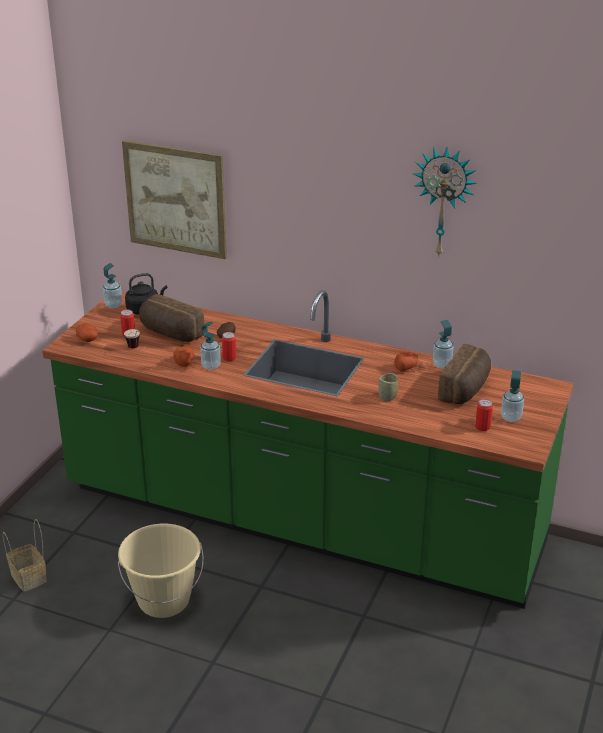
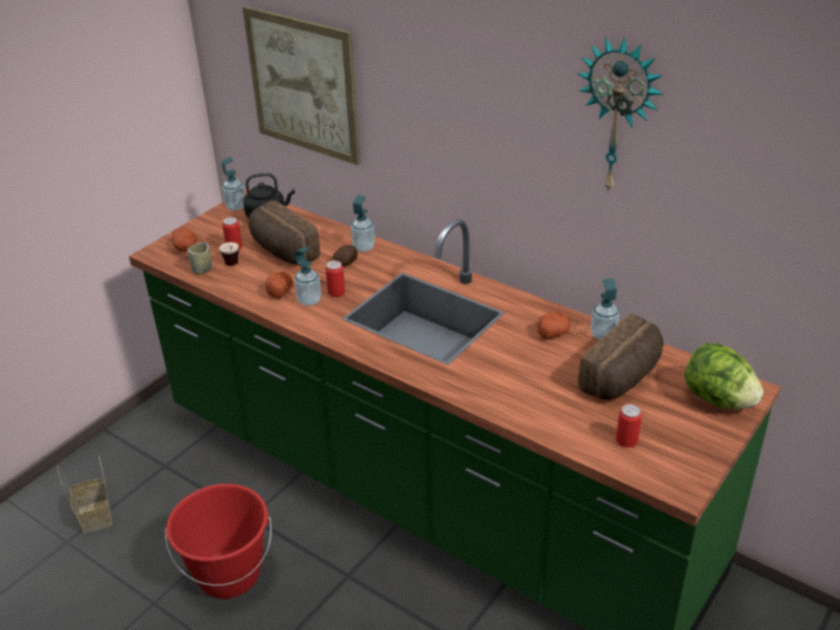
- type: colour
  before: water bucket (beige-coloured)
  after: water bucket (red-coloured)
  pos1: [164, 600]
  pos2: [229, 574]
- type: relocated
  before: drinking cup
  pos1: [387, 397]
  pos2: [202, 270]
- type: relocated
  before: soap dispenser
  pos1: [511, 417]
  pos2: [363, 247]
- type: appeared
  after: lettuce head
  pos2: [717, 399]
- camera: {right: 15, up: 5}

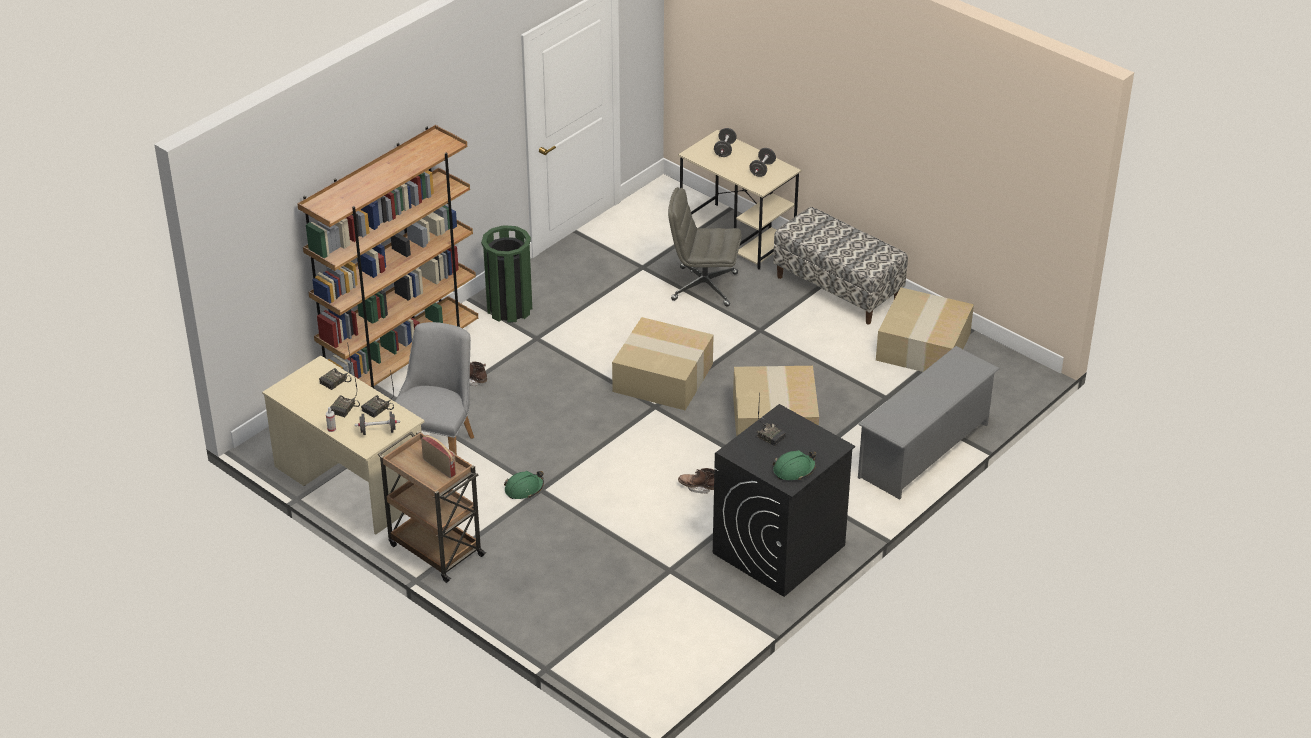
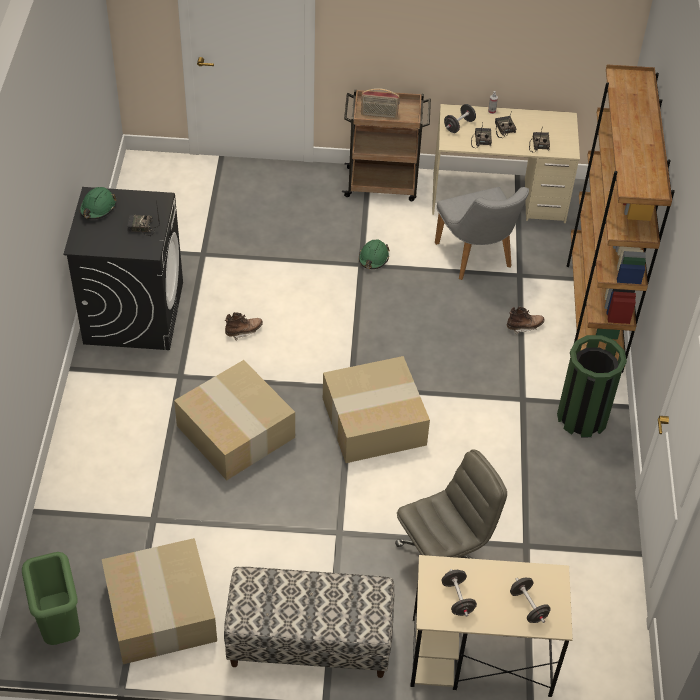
- type: missing
  before: shoe rack (greyish)
  pos1: [924, 450]
- type: appeared
  after: rubbish bin (green-coloured)
  pos2: [59, 627]
- camera: {right: 140, up: 10}

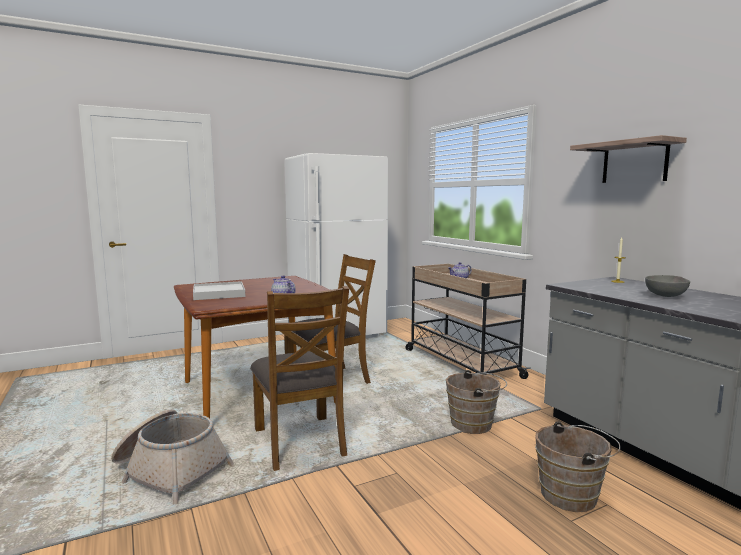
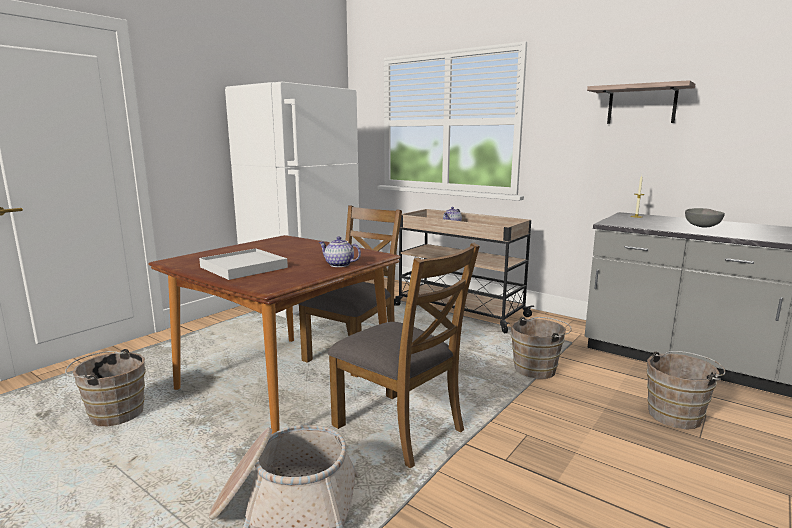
- type: appeared
  after: water bucket (brownish)
  pos2: [113, 413]
- camera: {right: -25, up: 5}

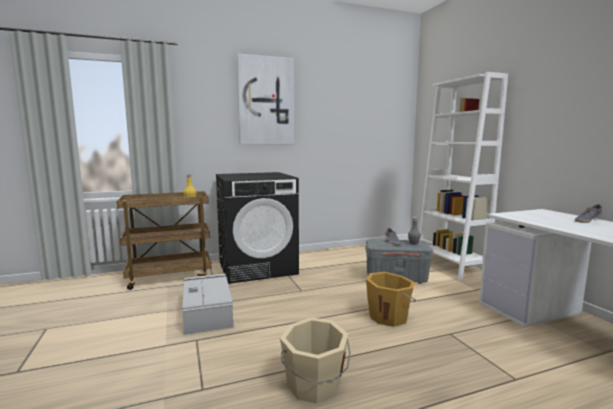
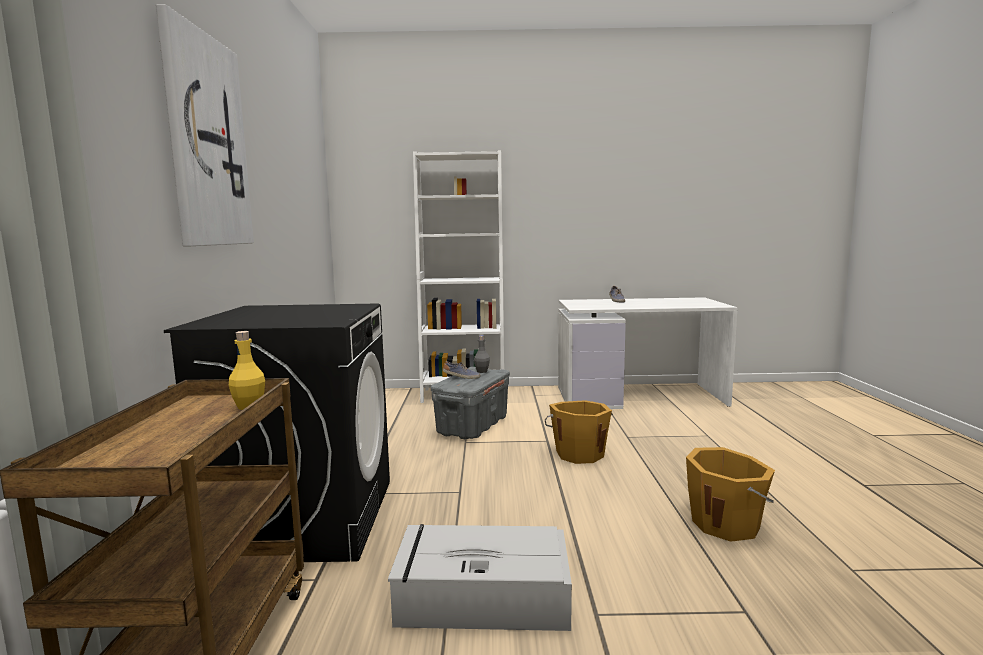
- type: colour
  before: water bucket (beige-coloured)
  after: water bucket (orange)
  pos1: [314, 385]
  pos2: [726, 524]
- camera: {right: -70, up: 0}

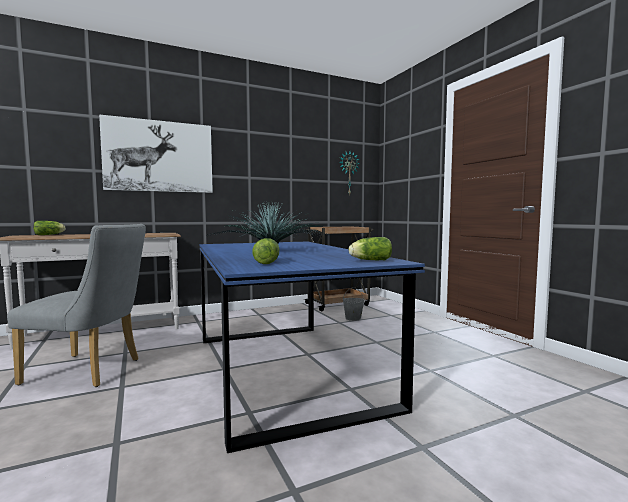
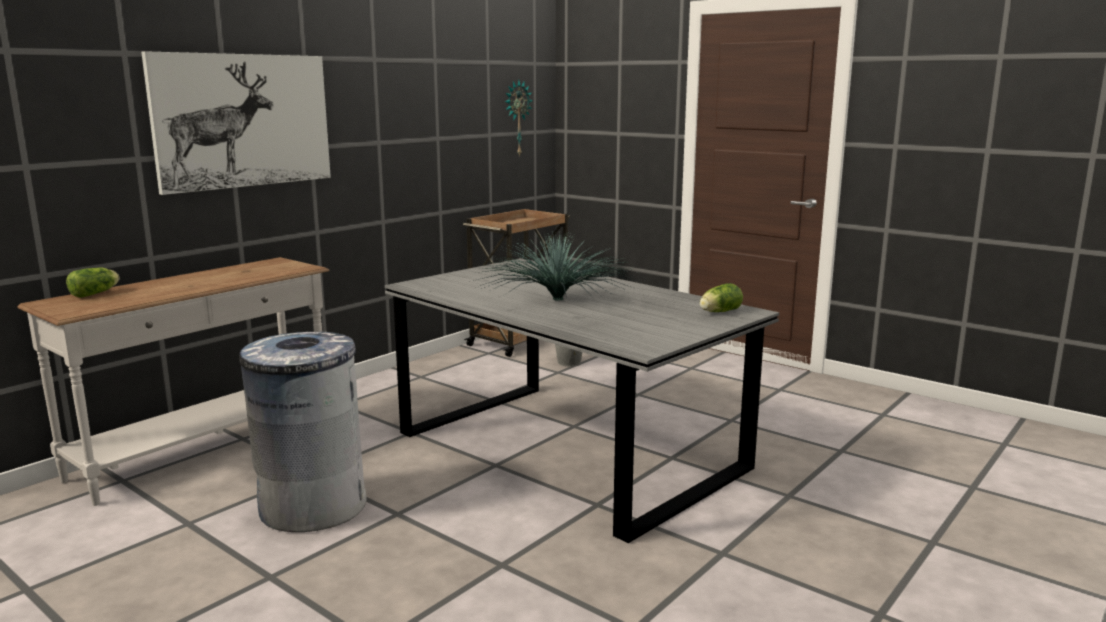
- type: exchanged
  before: chair (greyish)
  after: rubbish bin (greyish)
  pos1: [90, 371]
  pos2: [312, 506]
- type: colour
  before: dining table (blue-coloured)
  after: dining table (greyish)
  pos1: [282, 368]
  pos2: [567, 450]
- type: missing
  before: lettuce head
  pos1: [267, 262]
- camera: {right: -25, up: 10}

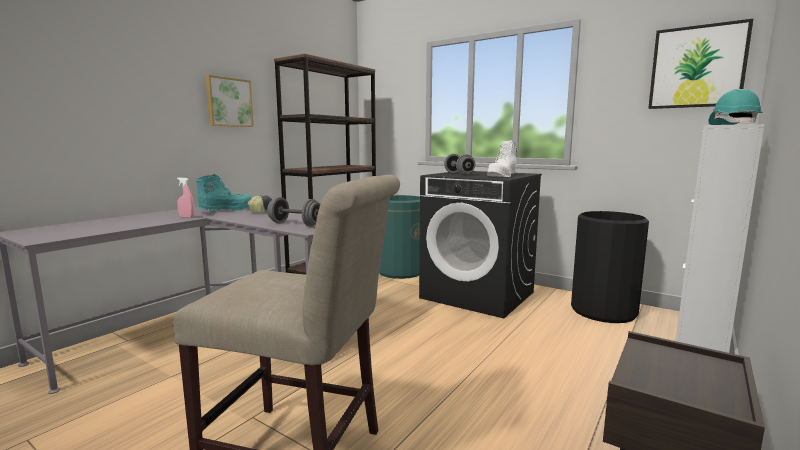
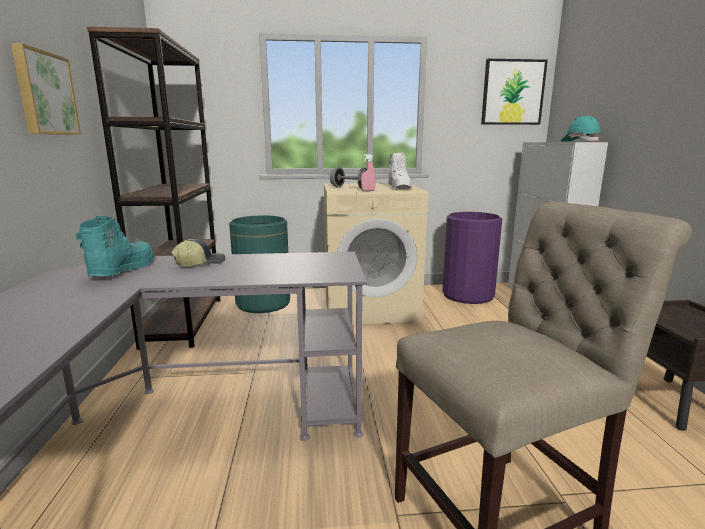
- type: relocated
  before: spray bottle (pink-coloured)
  pos1: [186, 217]
  pos2: [368, 191]
- type: missing
  before: dumbbell (greyish)
  pos1: [295, 224]
- type: colour
  before: washing machine (blackish)
  after: washing machine (beige-coloured)
  pos1: [478, 295]
  pos2: [370, 307]
- type: colour
  before: rubbish bin (blackish)
  after: rubbish bin (purple-coloured)
  pos1: [603, 311]
  pos2: [468, 295]
- camera: {right: -40, up: 5}

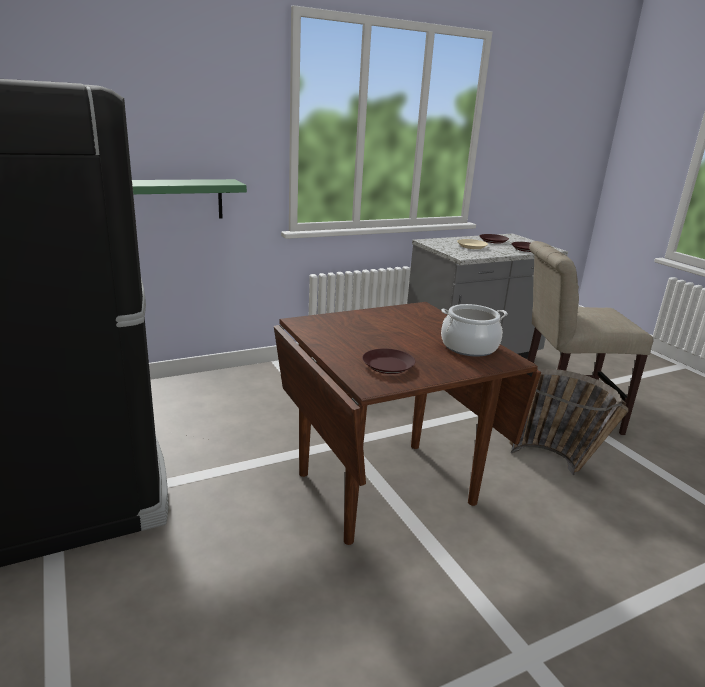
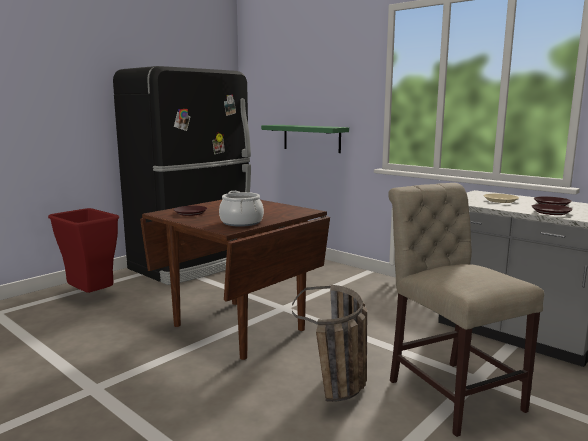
- type: appeared
  after: rubbish bin (red-coloured)
  pos2: [92, 297]
- camera: {right: 70, up: -10}

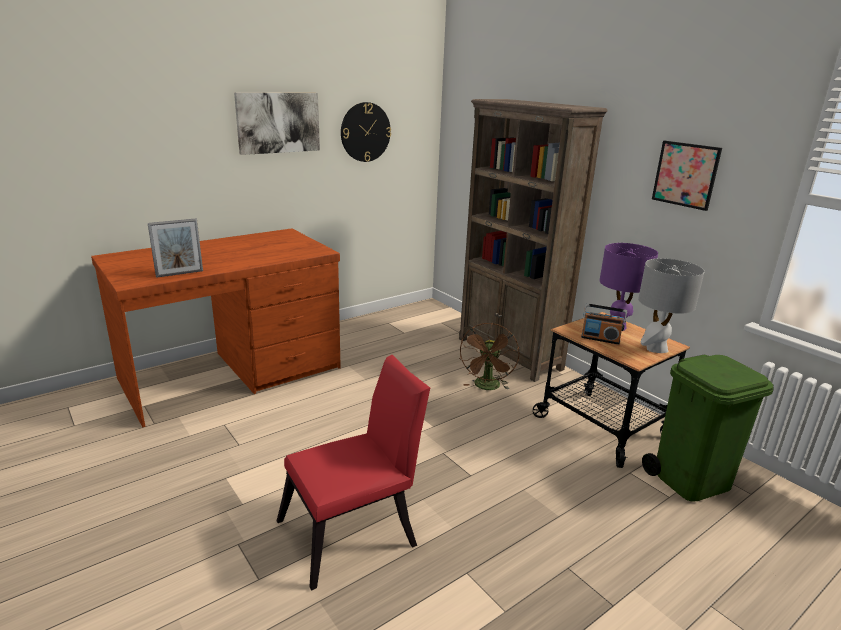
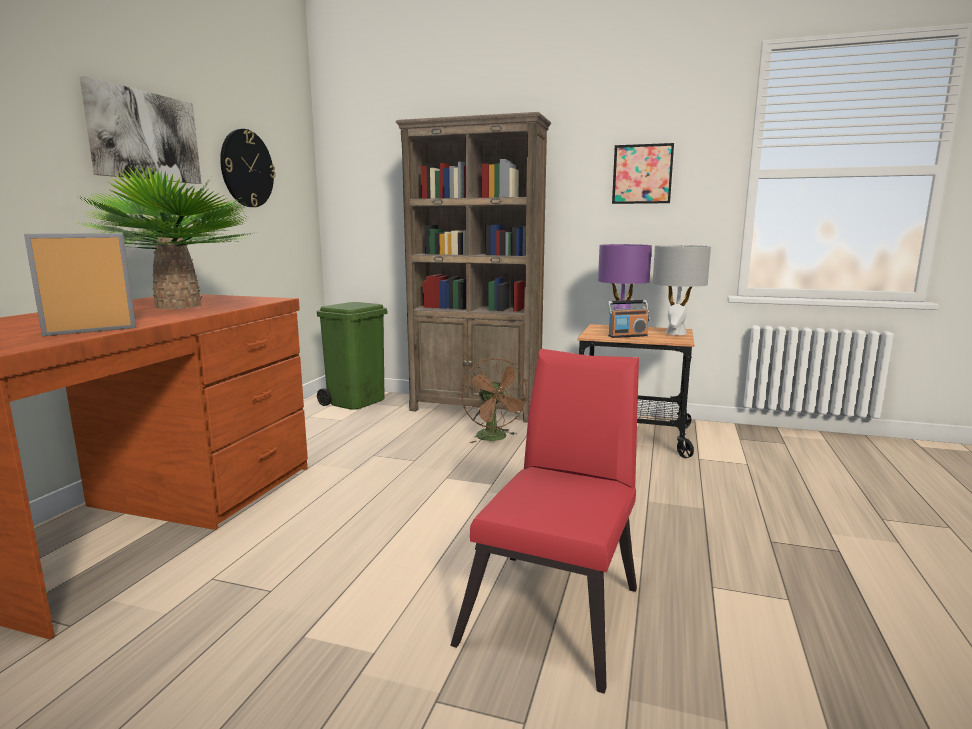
- type: spun
  before: photo frame
  pos1: [179, 274]
  pos2: [90, 331]
  turn: -150
- type: relocated
  before: rubbish bin (green-coloured)
  pos1: [691, 480]
  pos2: [356, 401]
- type: appeared
  after: plant in a pot
  pos2: [178, 306]
- camera: {right: -35, up: -10}

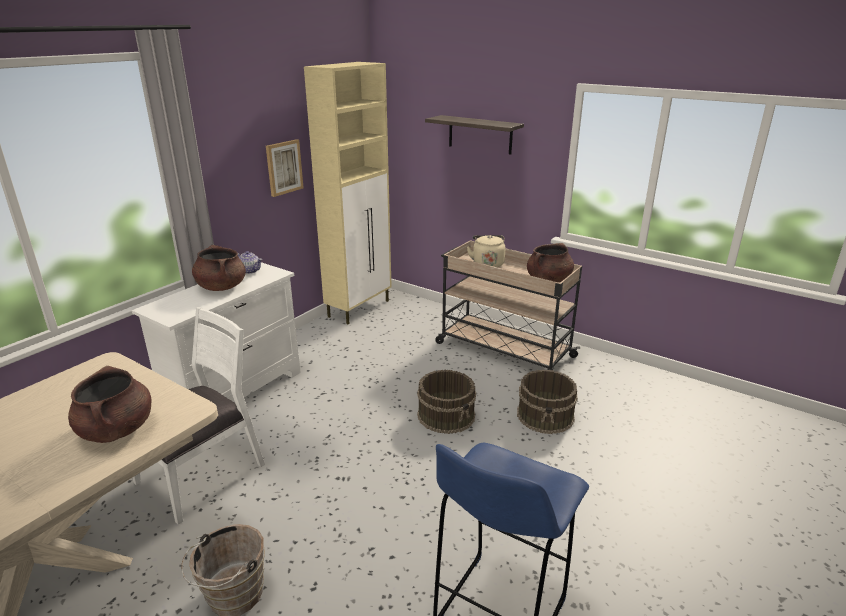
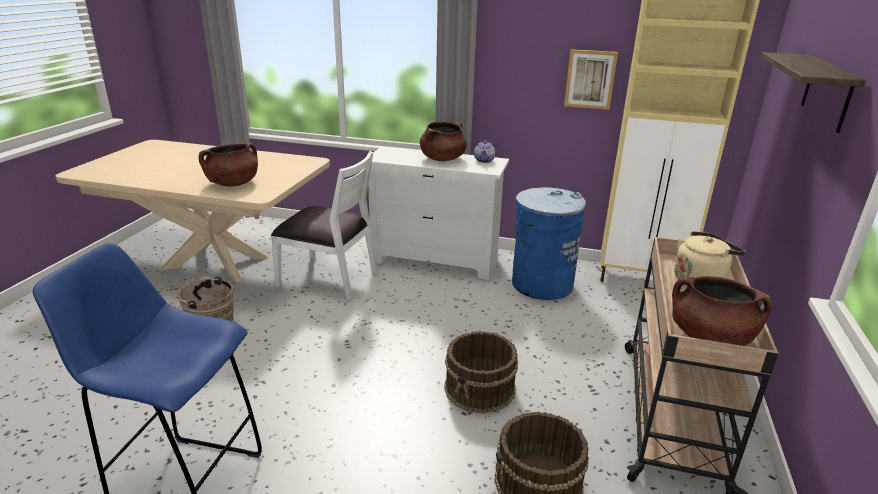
- type: appeared
  after: rubbish bin (blue-coloured)
  pos2: [541, 284]
- camera: {right: 70, up: 0}

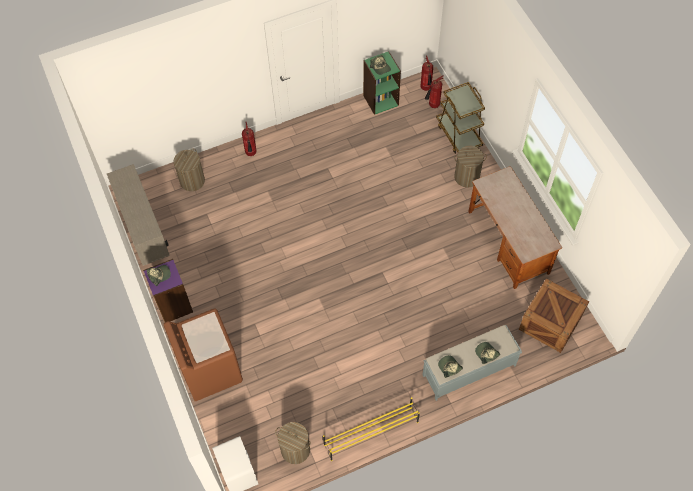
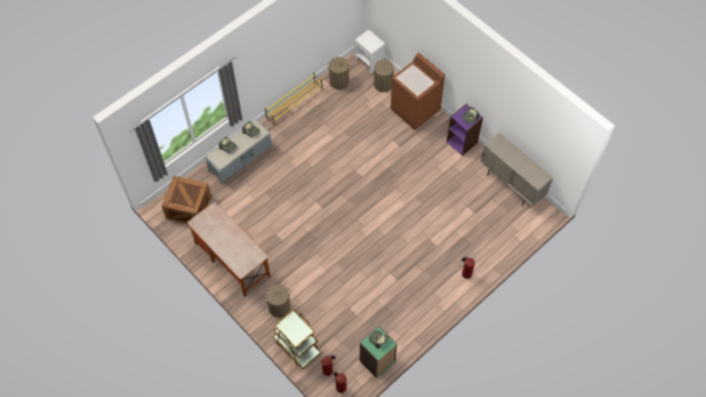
- type: relocated
  before: laundry basket
  pos1: [192, 181]
  pos2: [383, 84]
- camera: {right: 160, up: 0}

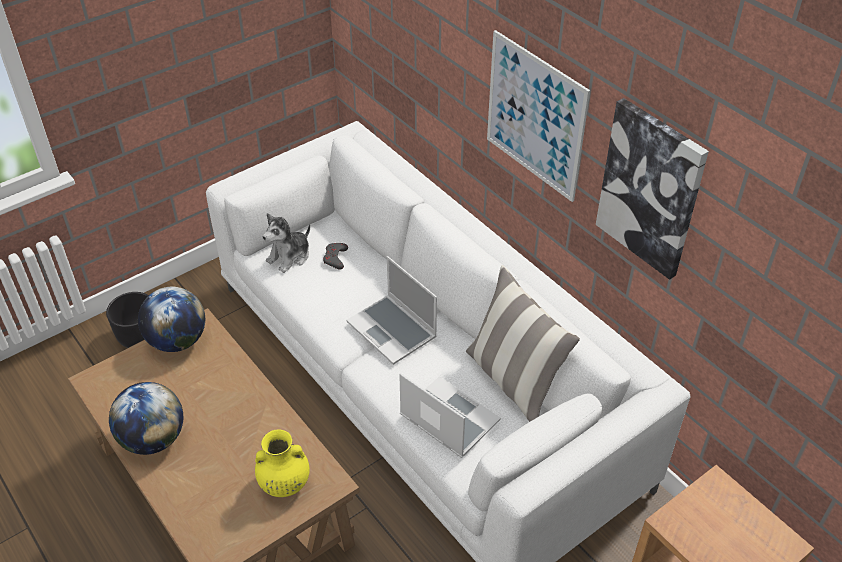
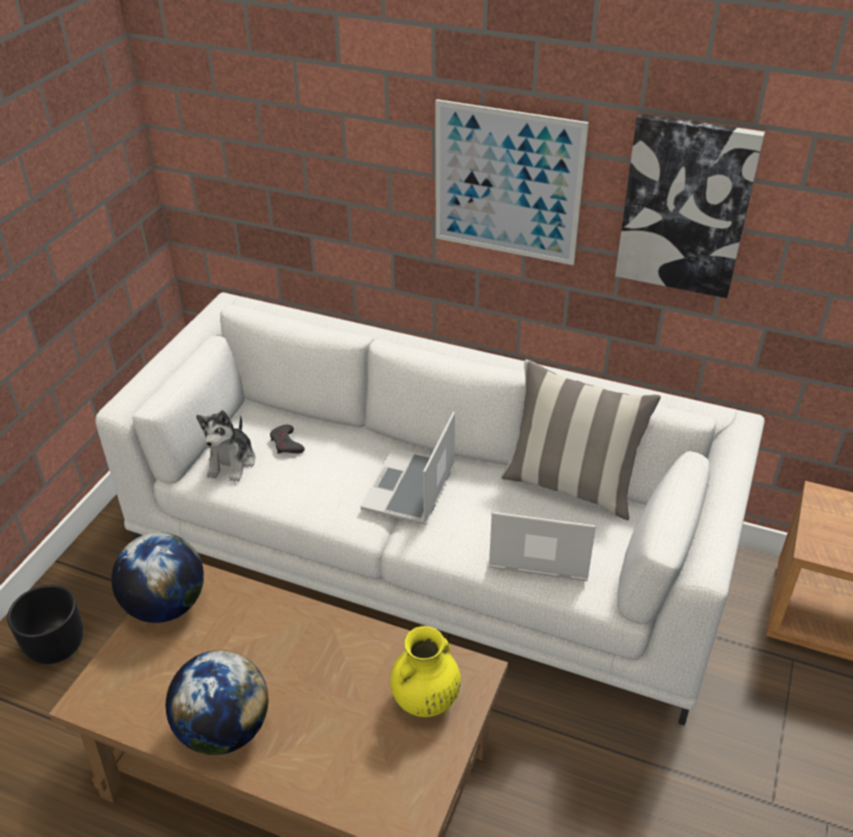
- type: spun
  before: laptop
  pos1: [393, 330]
  pos2: [410, 489]
  turn: 90
- camera: {right: -30, up: -5}

